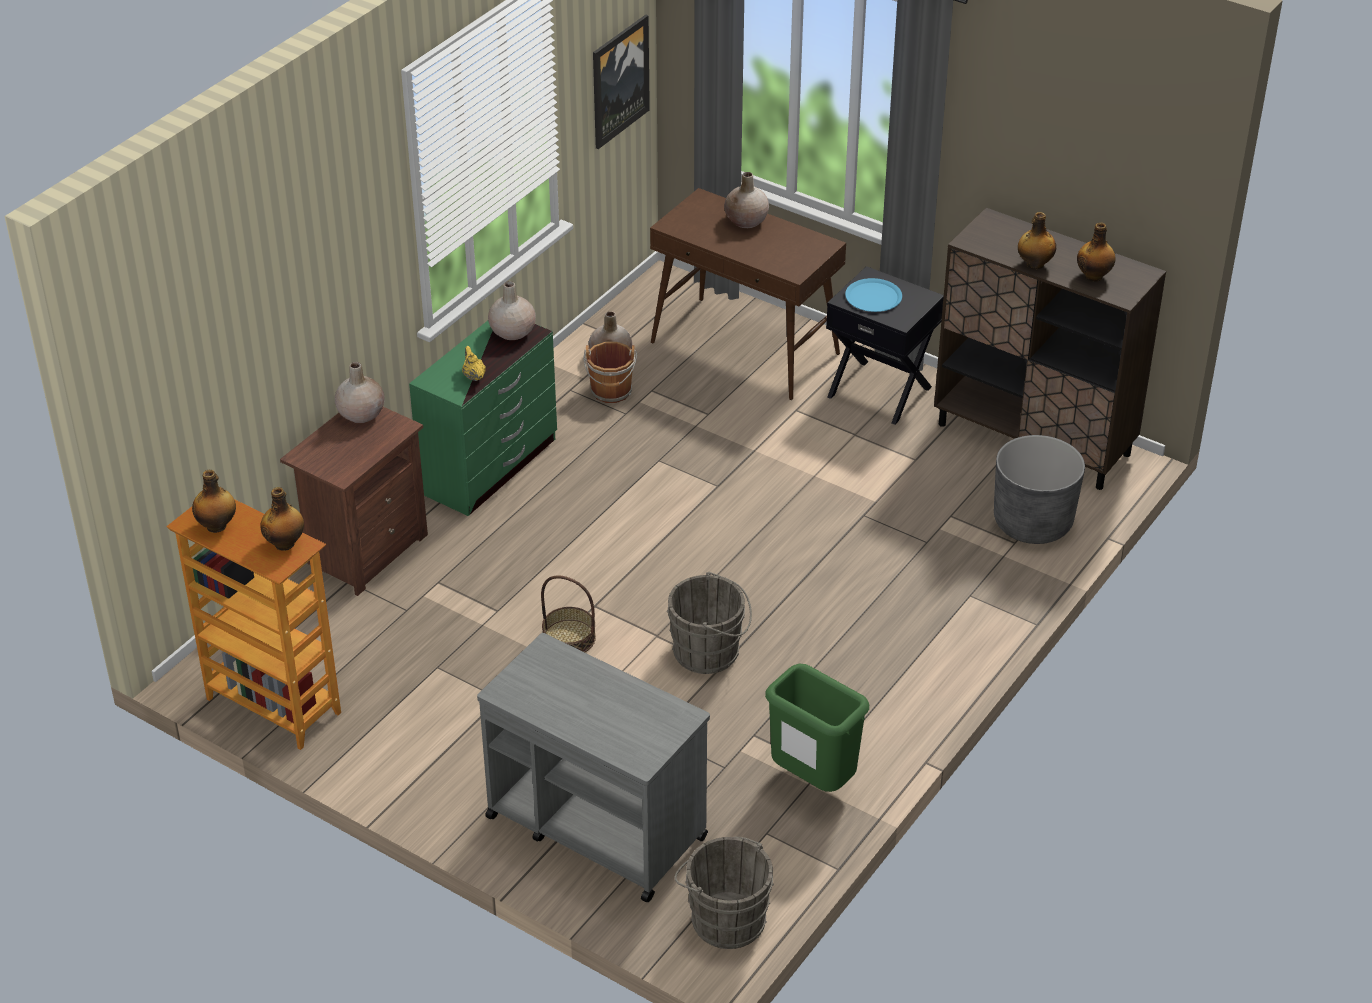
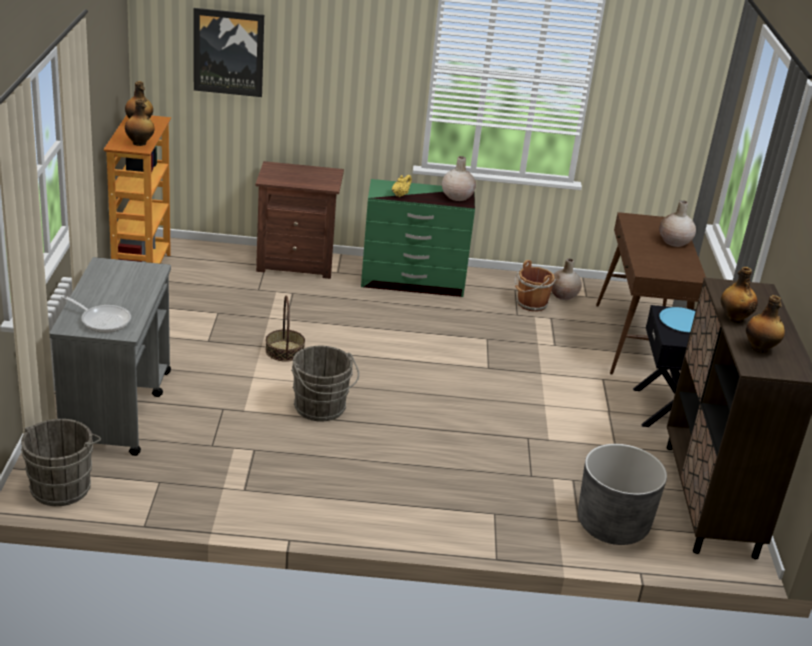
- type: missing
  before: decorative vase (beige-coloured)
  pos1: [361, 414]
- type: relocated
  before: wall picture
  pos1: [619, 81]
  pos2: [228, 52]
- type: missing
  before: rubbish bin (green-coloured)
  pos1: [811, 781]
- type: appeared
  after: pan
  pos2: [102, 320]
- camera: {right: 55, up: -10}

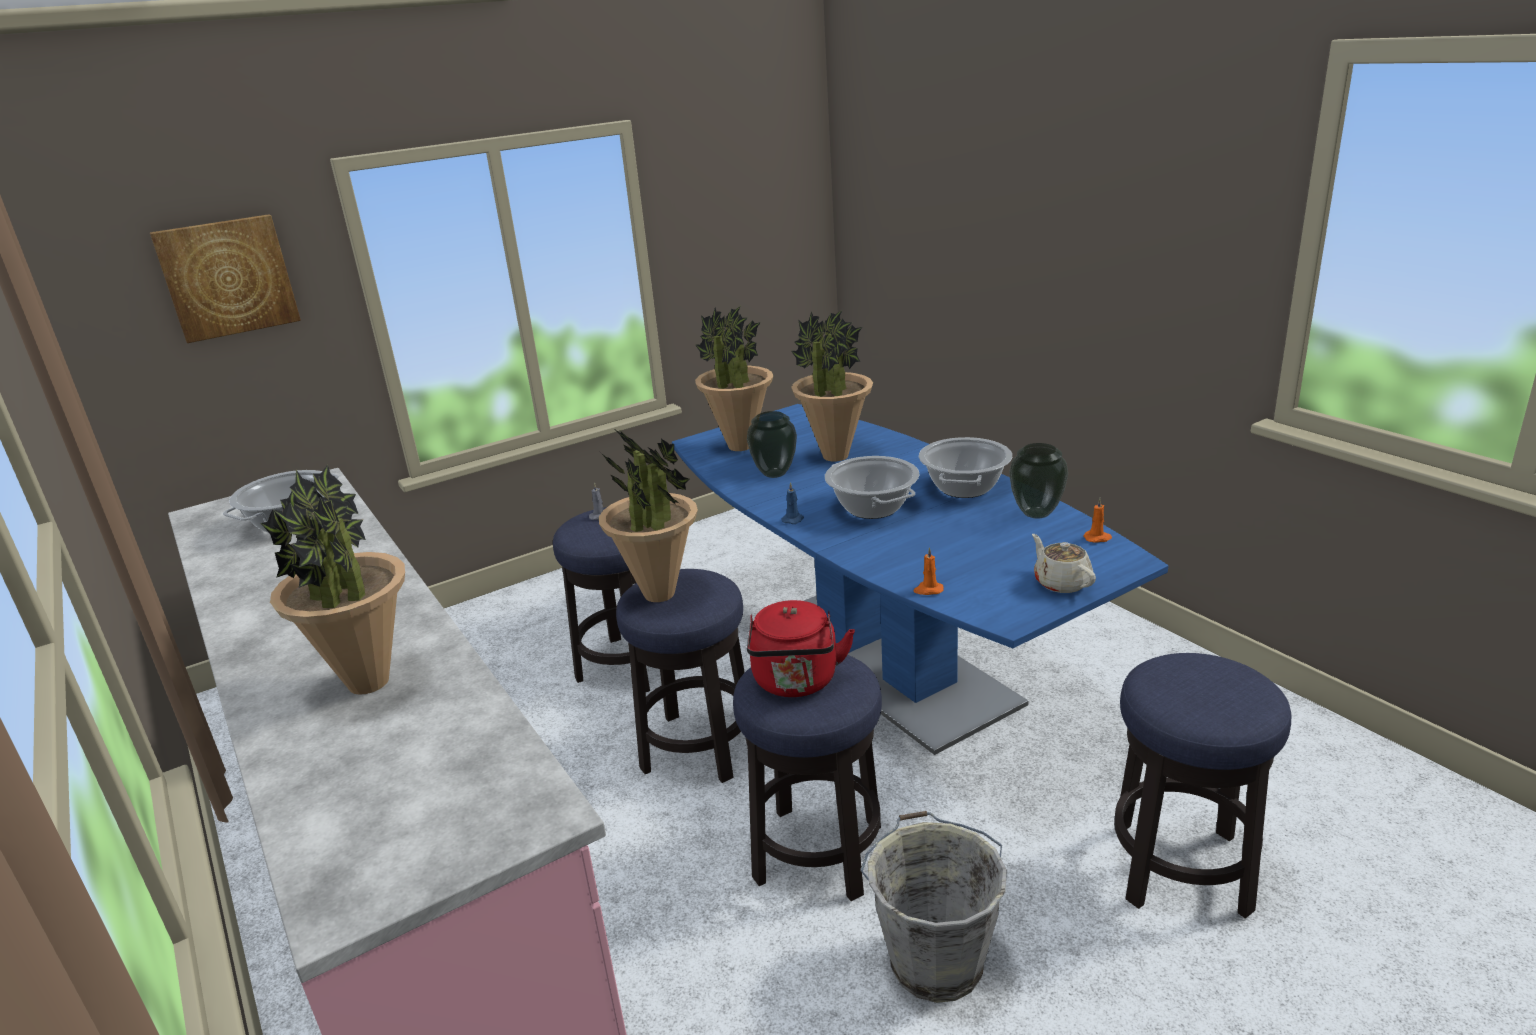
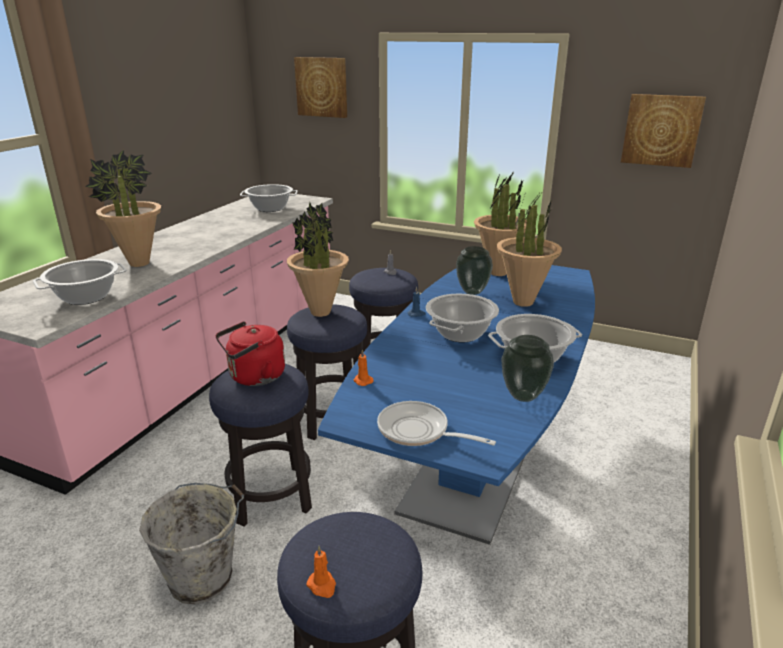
- type: exchanged
  before: pot for tea (beige-coloured)
  after: pan
  pos1: [1061, 582]
  pos2: [418, 431]
- type: relocated
  before: wax candle (orange)
  pos1: [1098, 538]
  pos2: [322, 586]
- type: appeared
  after: saucepot
  pos2: [86, 297]
- type: appeared
  after: wall picture
  pos2: [661, 130]
- camera: {right: 55, up: 0}

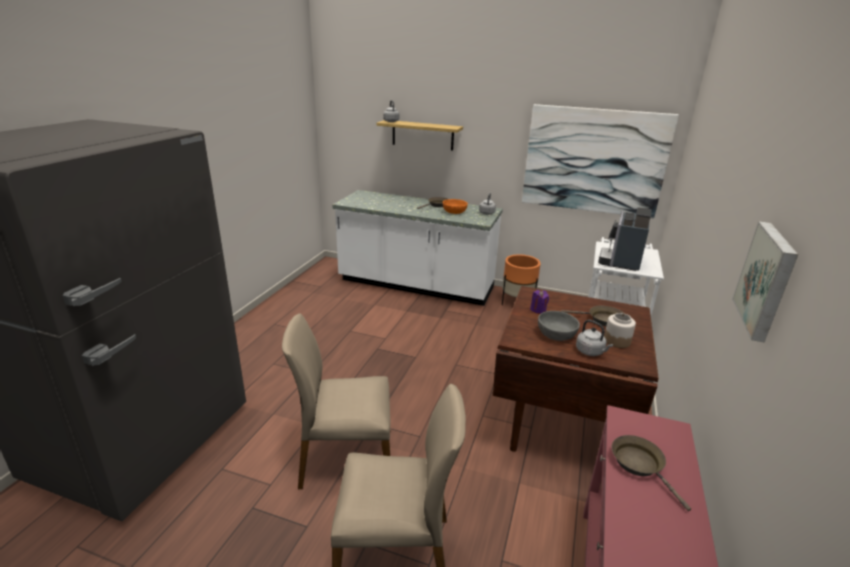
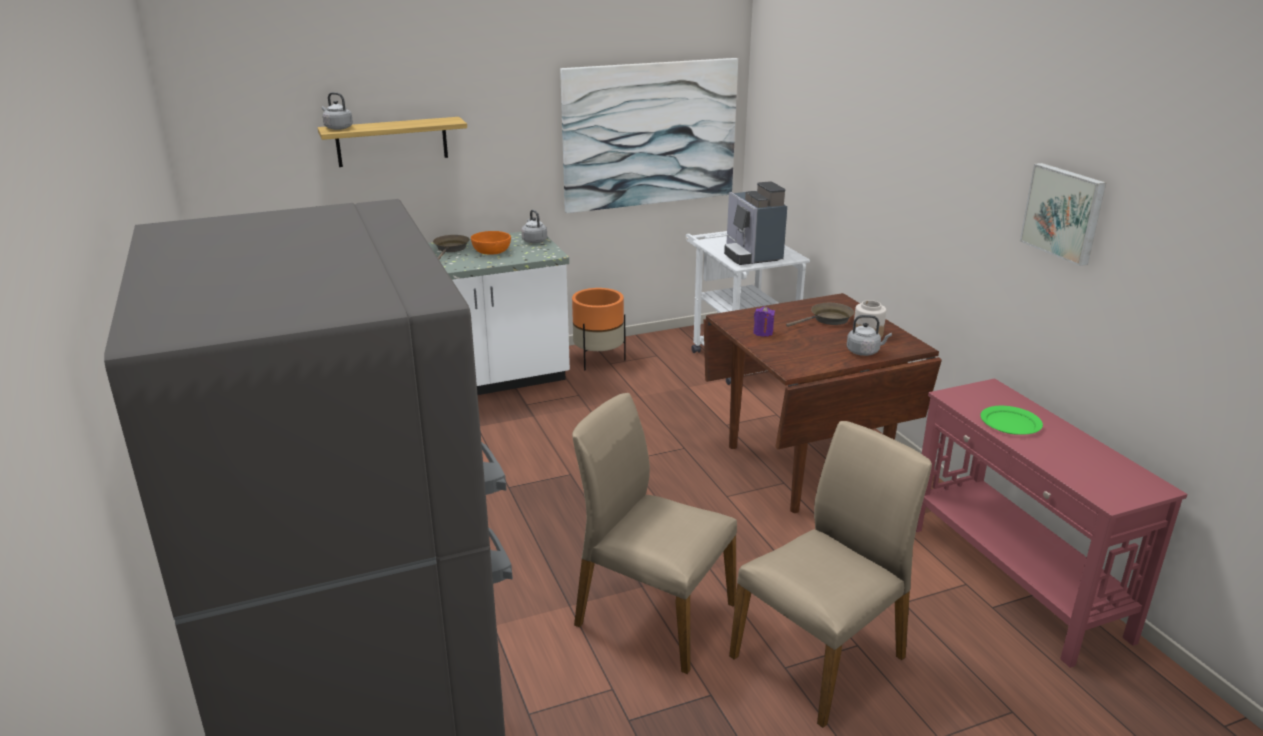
- type: spun
  before: chair (beige-coloured)
  pos1: [345, 458]
  pos2: [653, 614]
  turn: 75
- type: missing
  before: deep dish (greyish)
  pos1: [556, 334]
- type: exchanged
  before: pan (brownish)
  after: plate (green-coloured)
  pos1: [640, 465]
  pos2: [1010, 423]
- camera: {right: -40, up: 0}

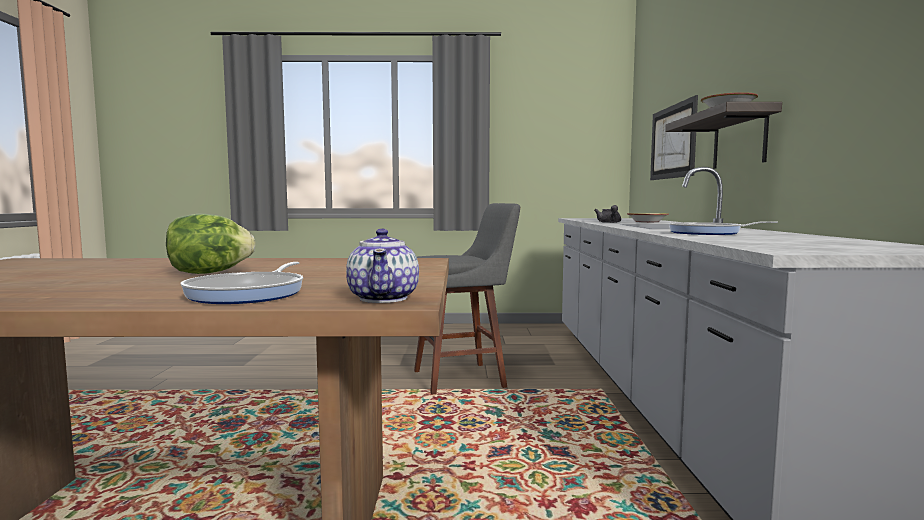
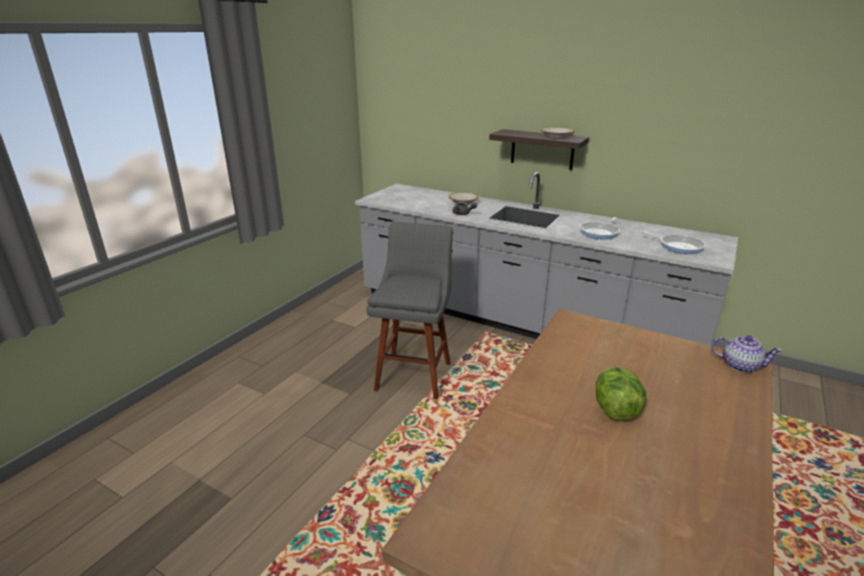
- type: relocated
  before: pan
  pos1: [250, 293]
  pos2: [678, 246]
- type: missing
  before: wall picture
  pos1: [672, 142]
- camera: {right: -60, up: 20}

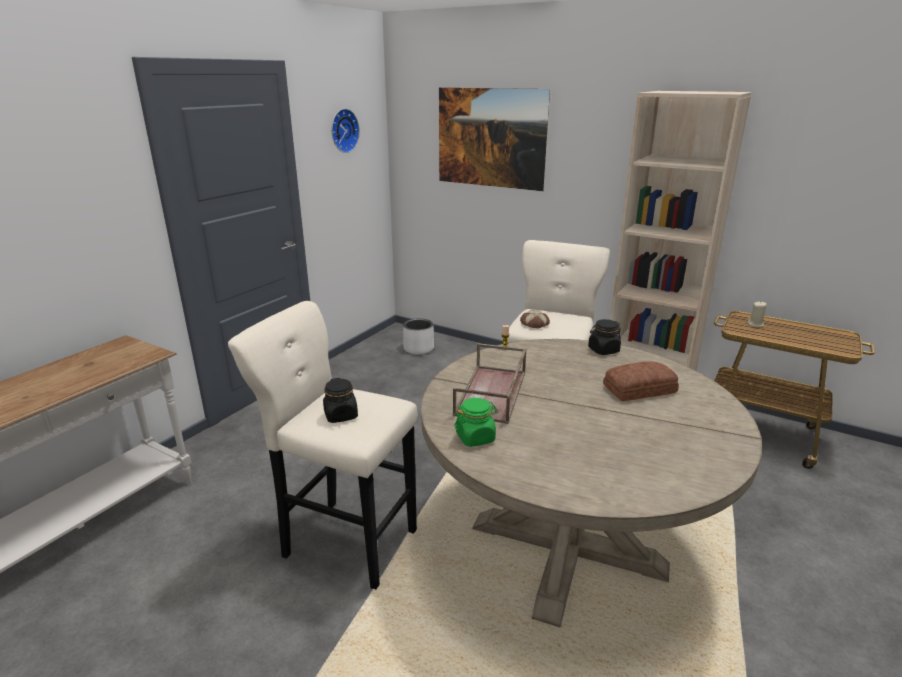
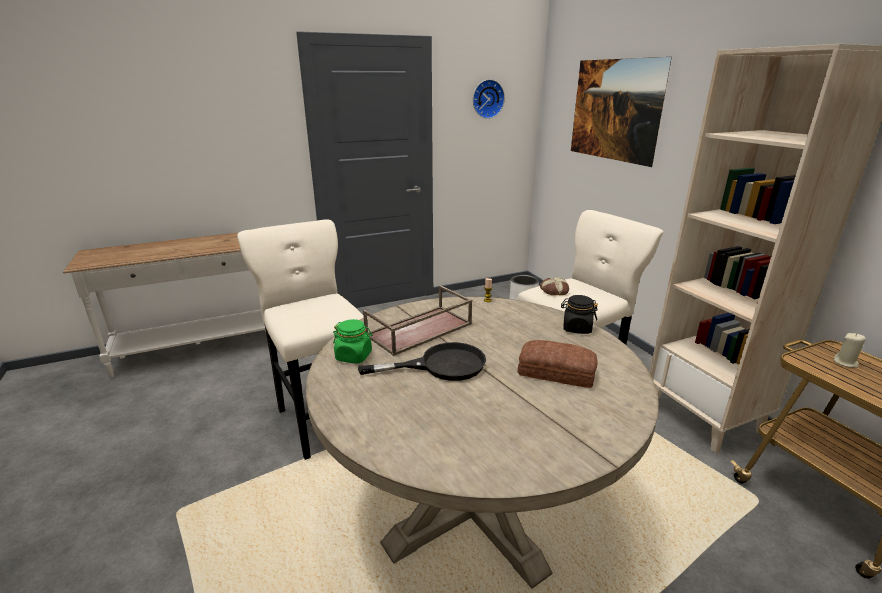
- type: missing
  before: preserve jar (blackish)
  pos1: [341, 415]
- type: appeared
  after: pan (blackish)
  pos2: [440, 365]
- camera: {right: 35, up: 0}

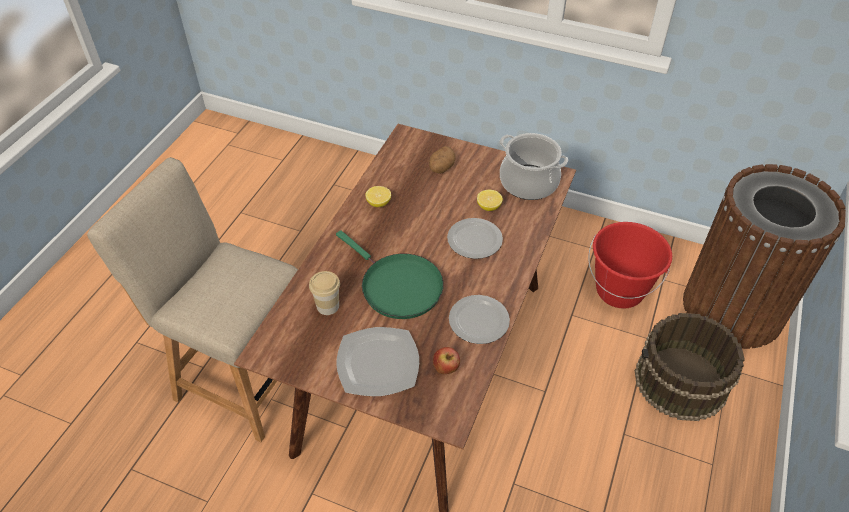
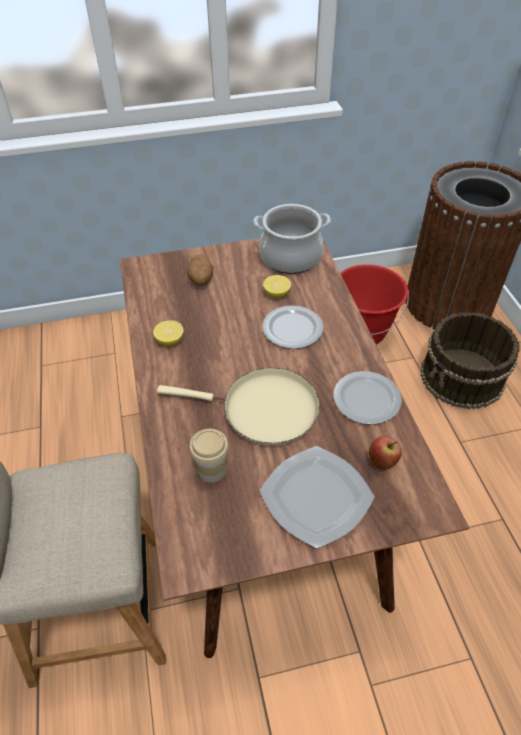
- type: colour
  before: pan (green-coloured)
  after: pan (beige-coloured)
  pos1: [397, 286]
  pos2: [263, 410]
- camera: {right: -35, up: 0}

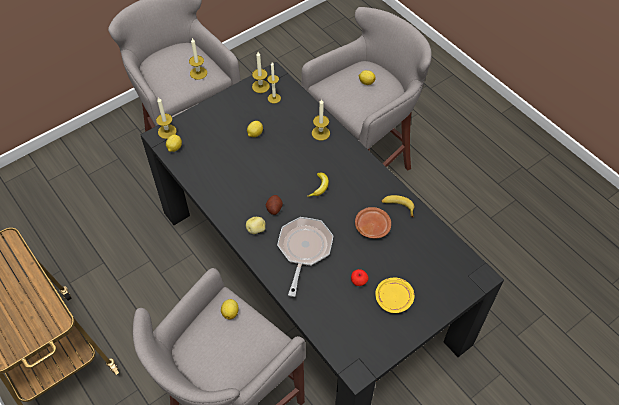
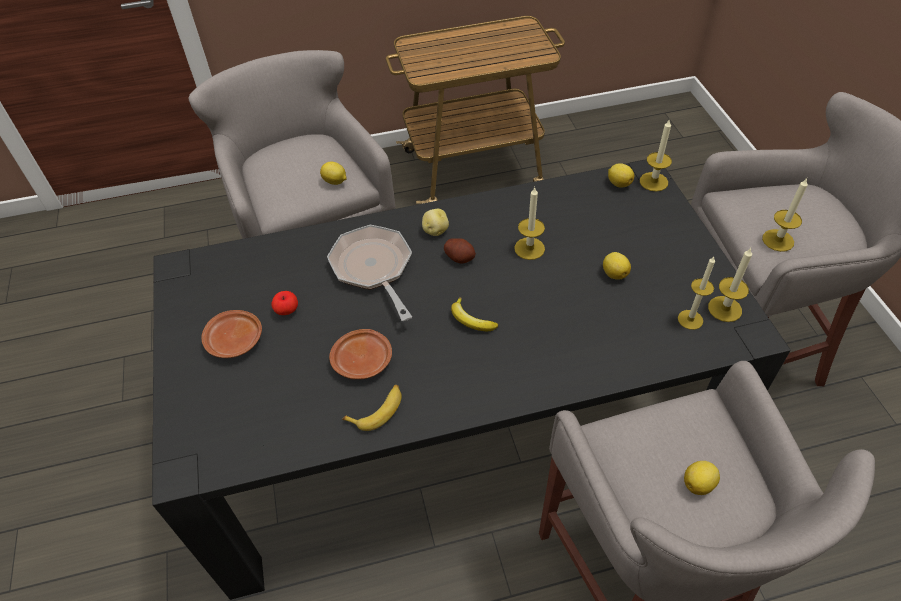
- type: spun
  before: pan
  pos1: [304, 250]
  pos2: [374, 269]
  turn: -150
- type: relocated
  before: wax candle
  pos1: [320, 133]
  pos2: [529, 248]
- type: colour
  before: plate (yellow)
  after: plate (brownish)
  pos1: [394, 298]
  pos2: [235, 341]
- camera: {right: 115, up: -5}

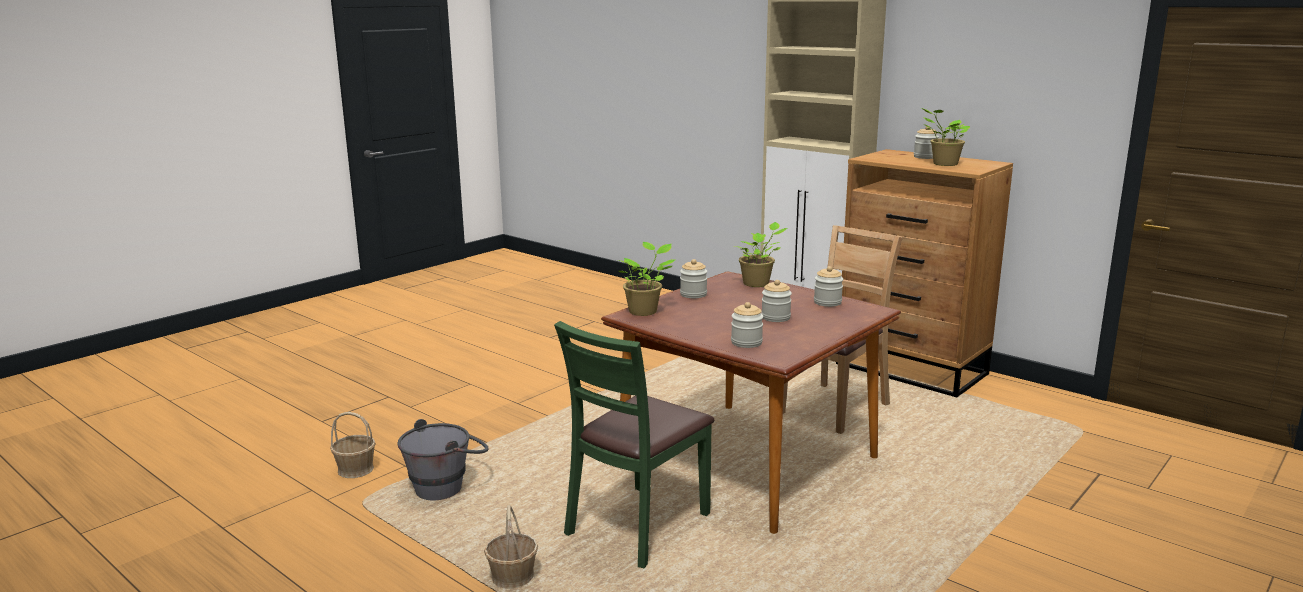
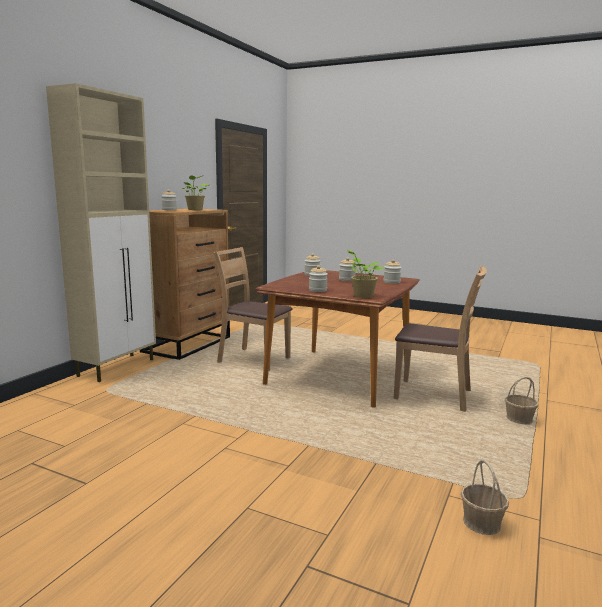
- type: missing
  before: water bucket (greyish)
  pos1: [447, 486]
- type: colour
  before: chair (green-coloured)
  after: chair (brownish)
  pos1: [638, 526]
  pos2: [434, 395]
- type: missing
  before: plant in a pot
  pos1: [758, 284]
- camera: {right: -105, up: -5}

